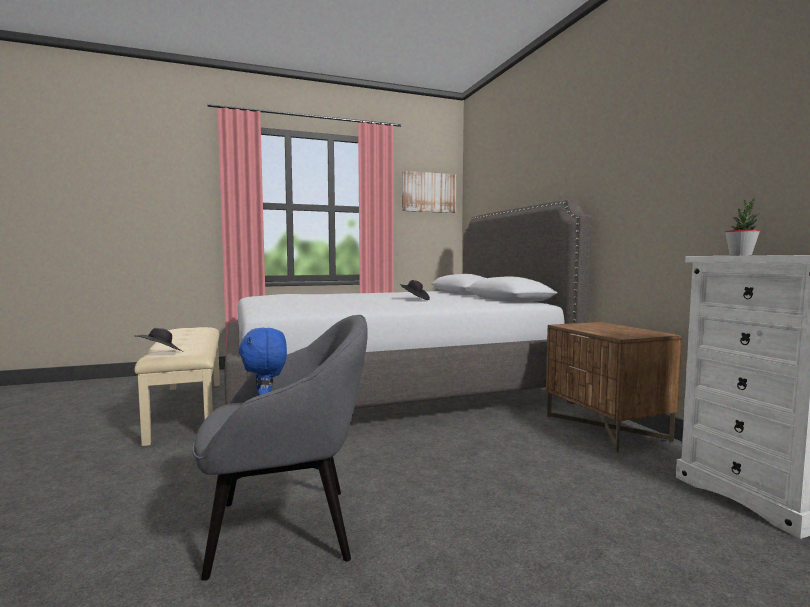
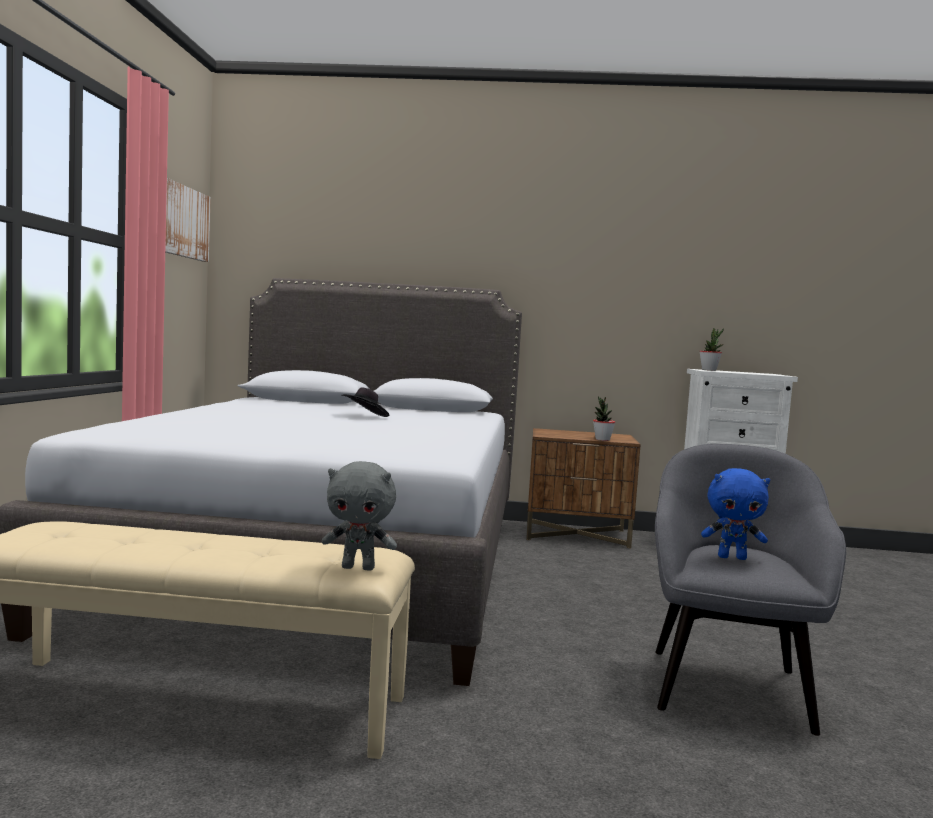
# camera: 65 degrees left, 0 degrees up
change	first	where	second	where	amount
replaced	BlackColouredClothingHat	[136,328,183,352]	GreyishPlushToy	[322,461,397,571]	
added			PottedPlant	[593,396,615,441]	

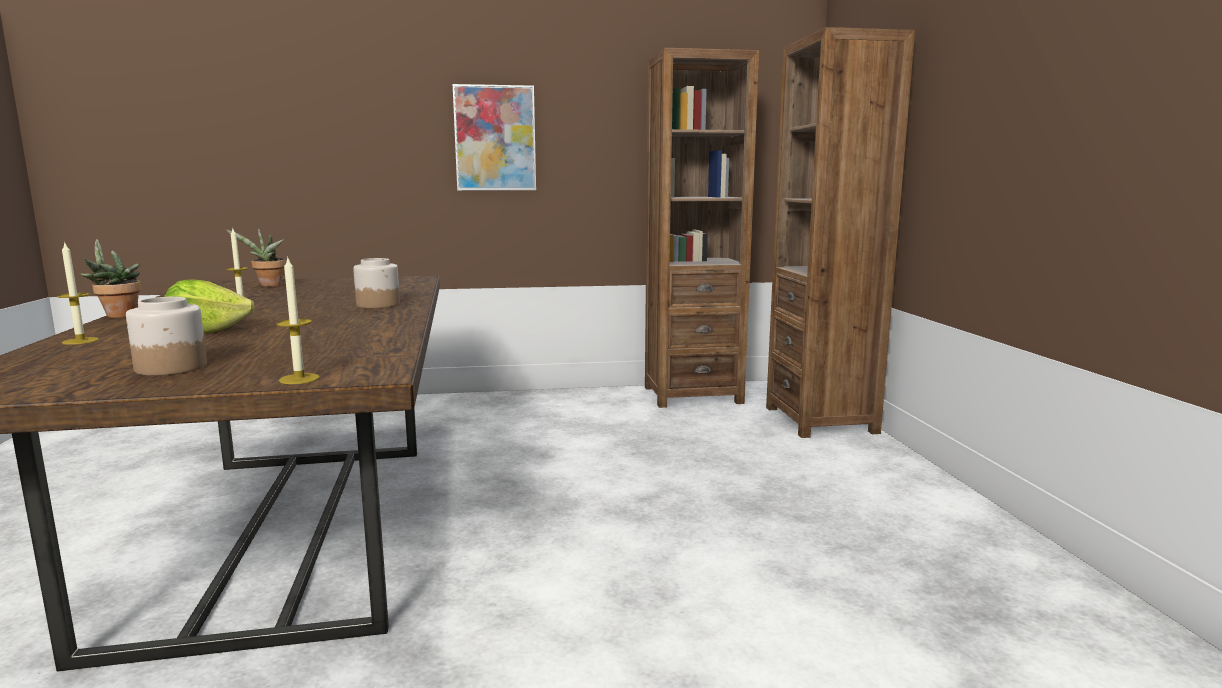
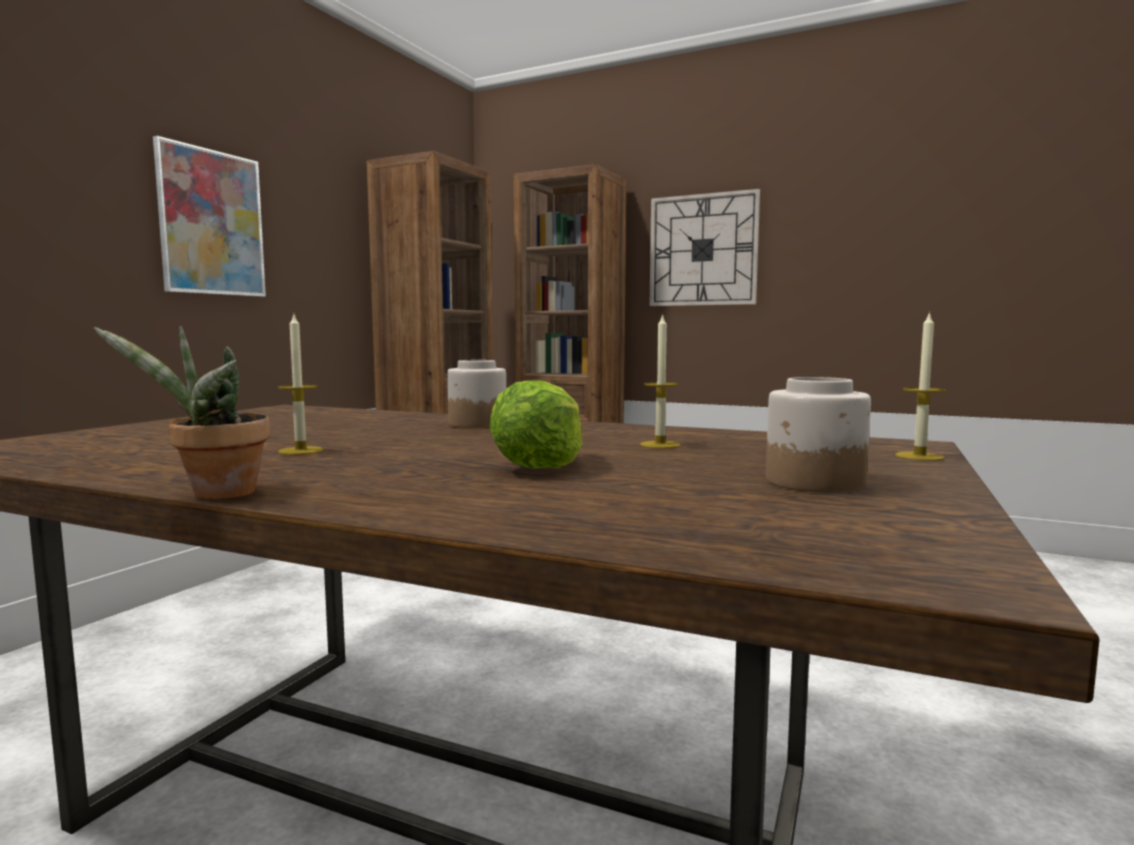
# camera: 55 degrees left, 5 degrees down
change	first	where	second	where	amount
removed	PottedPlant	[225,228,286,287]			
moved	WaxLight	[57,241,99,345]		[640,313,680,449]	
added			HangingClock	[649,189,760,306]	

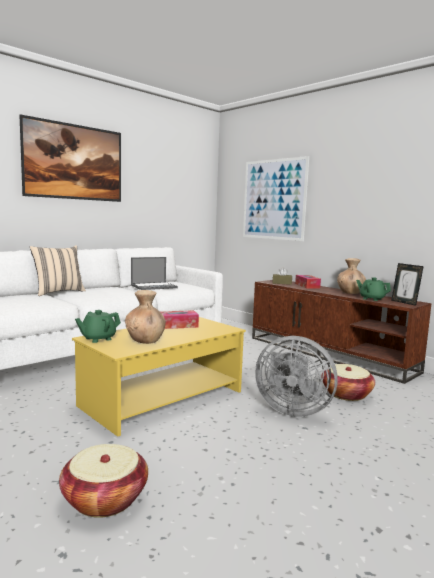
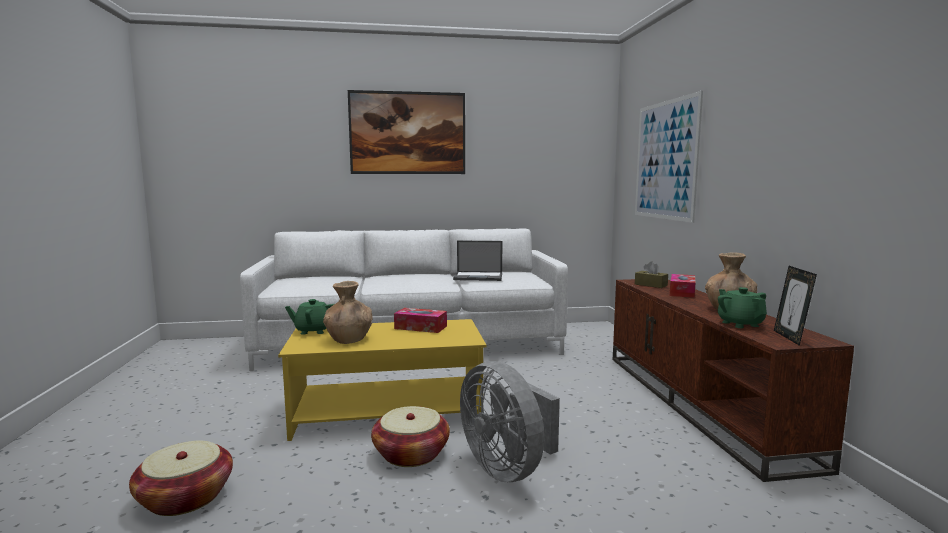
# camera: 35 degrees right, 0 degrees up
change	first	where	second	where	amount
removed	SandColouredPillow	[30,245,86,296]			
moved	StorageBasket	[321,364,375,401]		[371,406,450,467]	

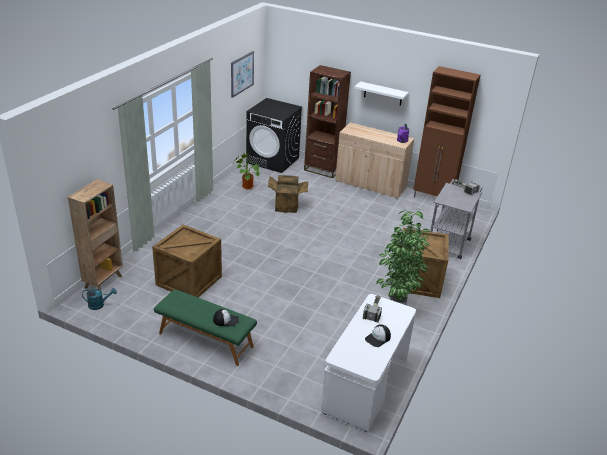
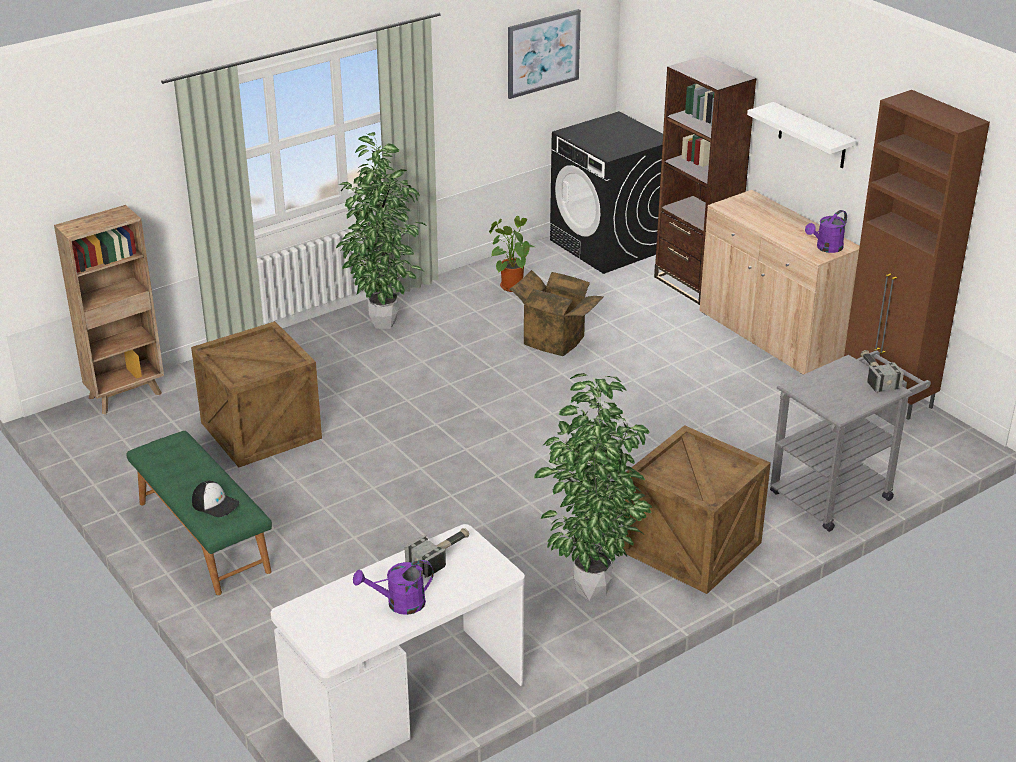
# camera: 30 degrees right, 0 degrees up
change	first	where	second	where	amount
removed	TurquoiseSprinklingCan	[82,288,117,310]			
replaced	BaseballCap	[365,324,391,347]	PurpleColouredSprinklingCan	[353,560,434,615]	
added			PottedPlant	[336,132,428,329]	

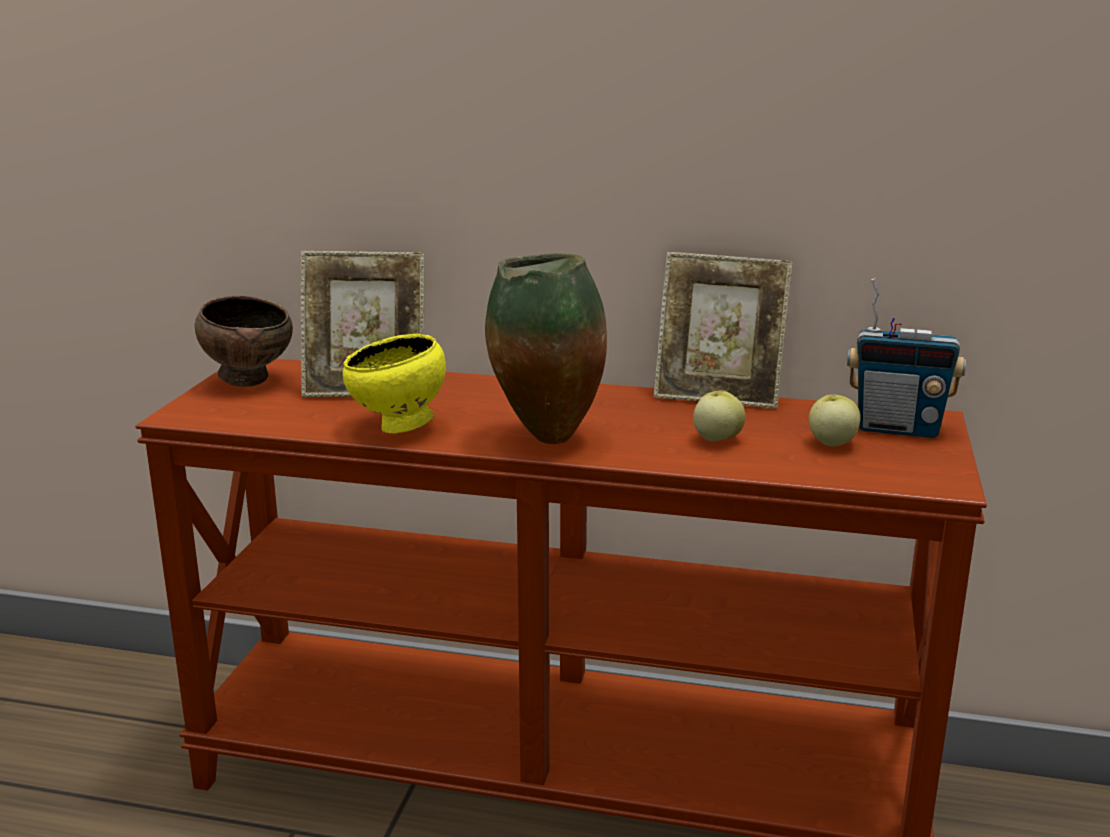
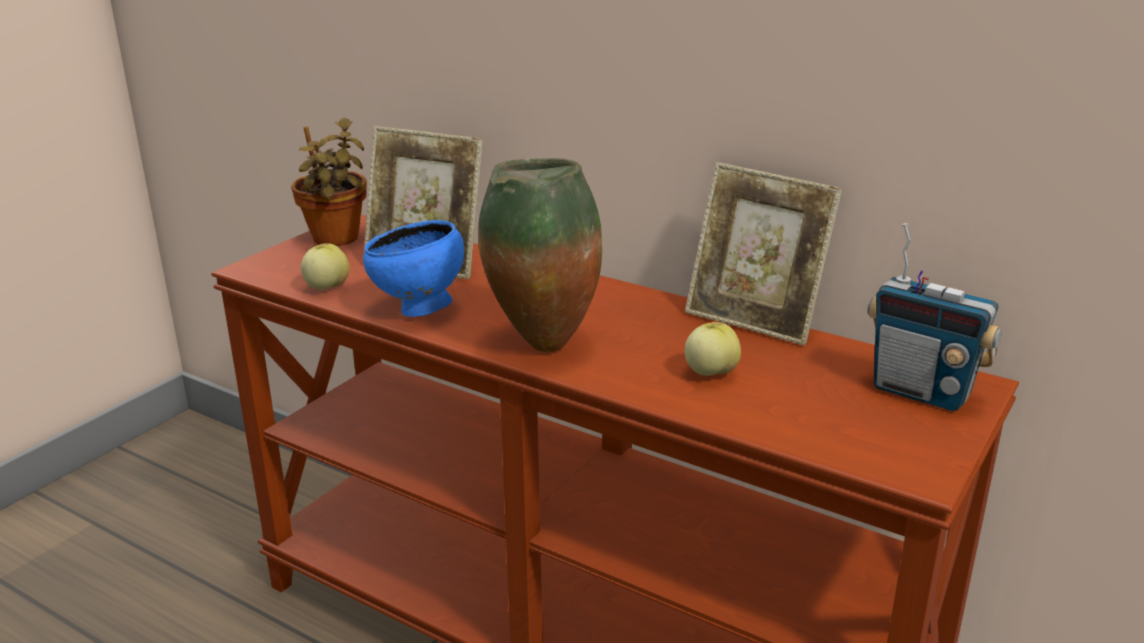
# camera: 20 degrees right, 5 degrees up
change	first	where	second	where	amount
replaced	BrownColouredBowl	[195,296,293,387]	PottedPlant	[291,118,367,246]	
recoloured	YellowishBowl	[343,334,446,434]	BlueBowl	[363,220,464,317]	
moved	WholeApple	[809,394,861,447]		[301,243,350,290]	

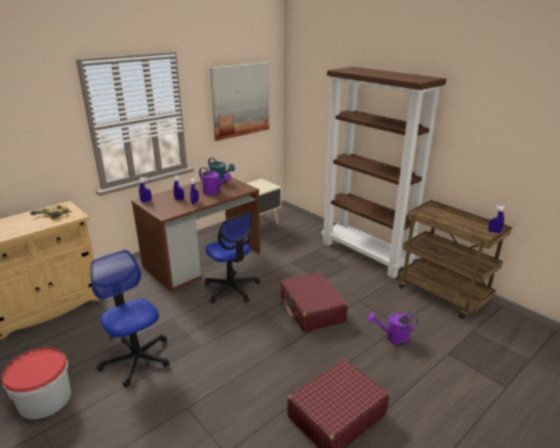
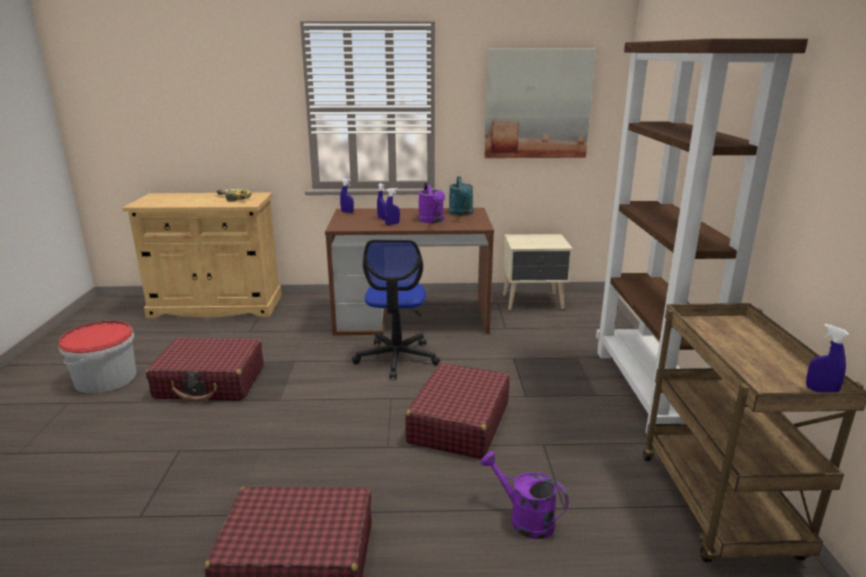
# camera: 40 degrees right, 5 degrees down
change	first	where	second	where	amount
replaced	OfficeChair	[91,250,169,387]	RedColouredSuitcase	[146,338,263,403]	

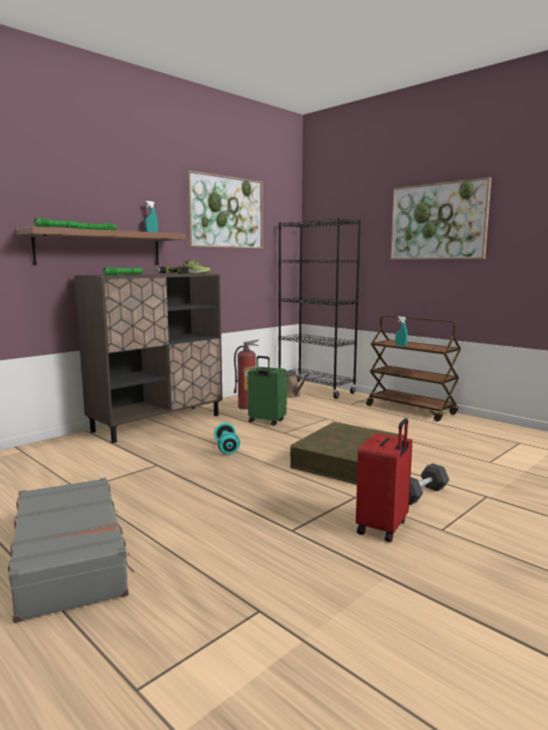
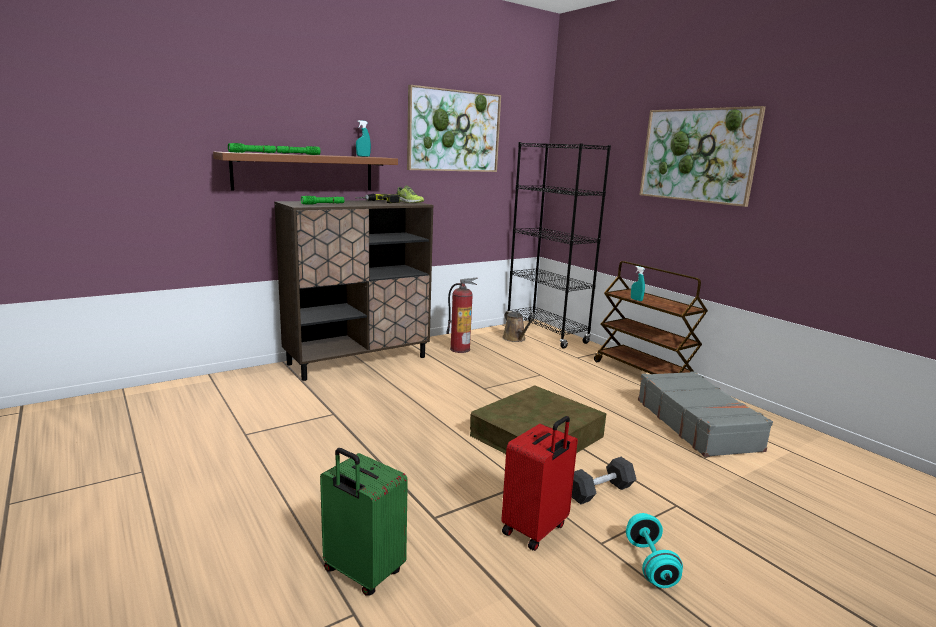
# camera: 10 degrees right, 5 degrees up
change	first	where	second	where	amount
moved	GreenSuitcase	[248,356,287,426]		[320,448,408,596]	
moved	TurquoiseFreeWeight	[214,423,240,454]		[626,513,683,588]	
moved	GreyishSuitcase	[8,478,135,623]		[638,371,773,457]	

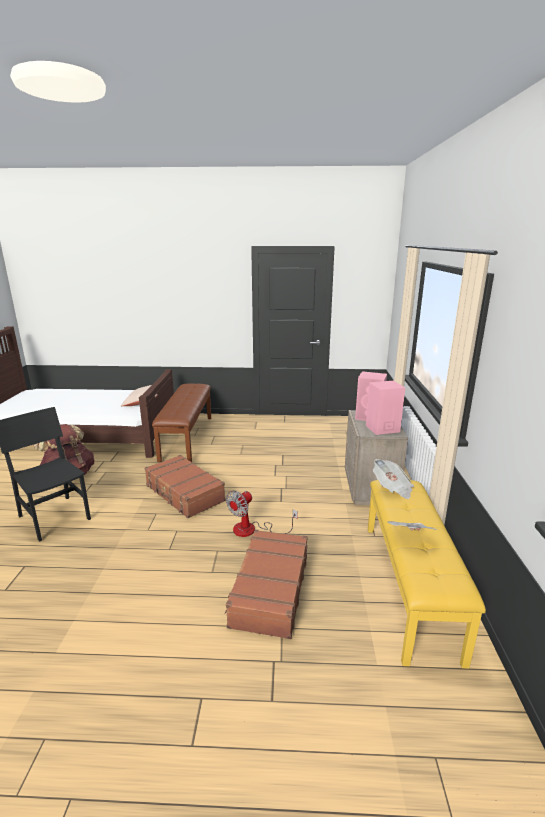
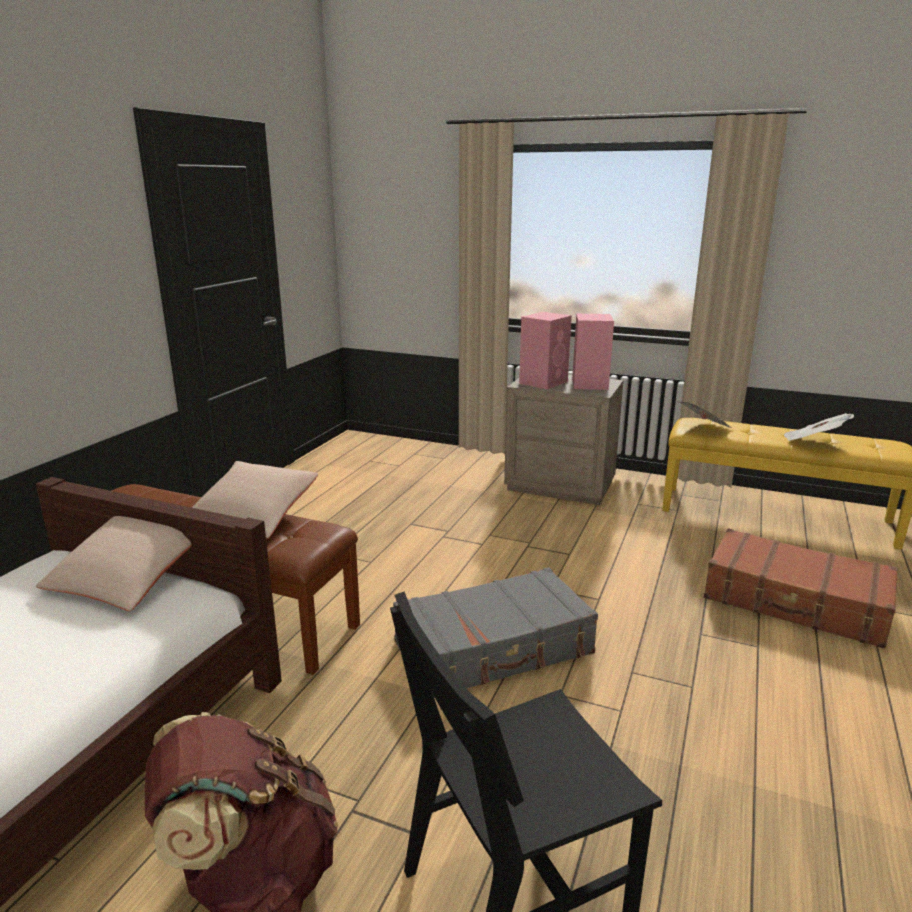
# camera: 70 degrees left, 0 degrees up
change	first	where	second	where	amount
recoloured	BrownColouredSuitcase	[145,455,225,518]	GreyishSuitcase	[393,567,598,698]	
removed	Fan	[226,490,298,537]			
added			SandColouredPillow	[192,461,318,539]	

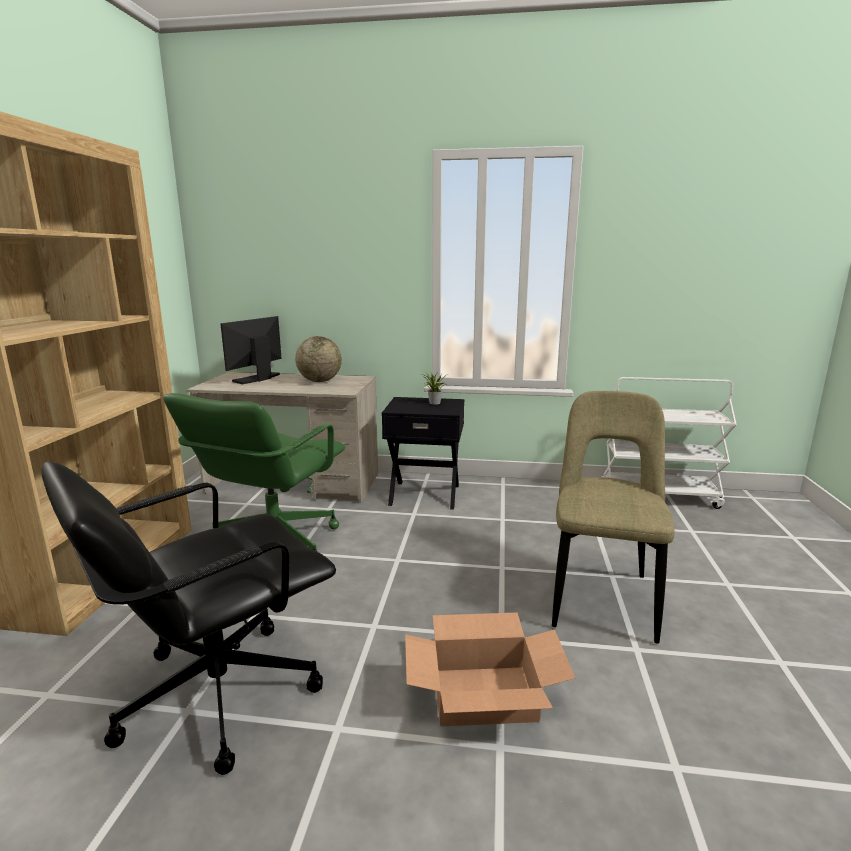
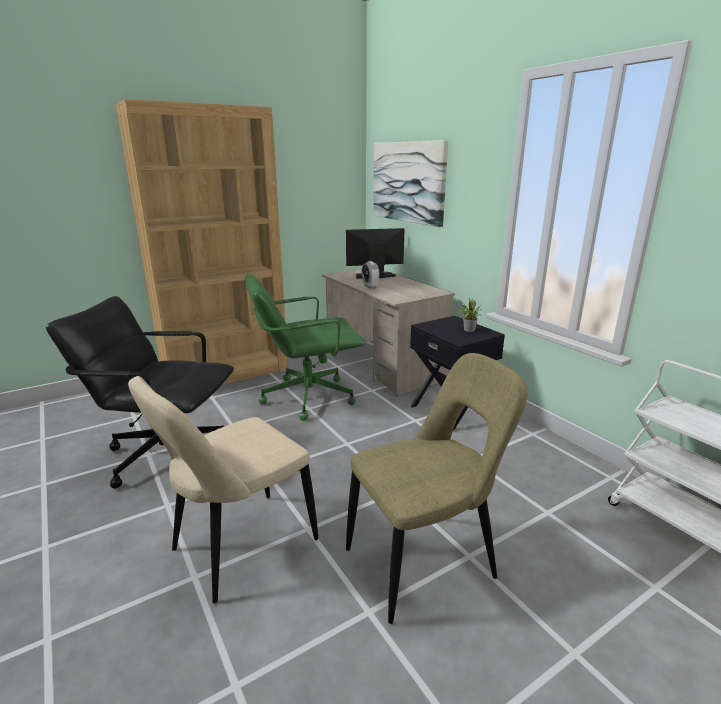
# camera: 50 degrees right, 5 degrees up
change	first	where	second	where	amount
removed	DeskGlobe	[295,336,342,382]			
replaced	CardboardBox	[405,612,575,726]	SandColouredUprightChair	[128,376,319,604]	
added			WallArt	[373,140,448,227]	
added			AlarmClock	[362,261,380,289]	

